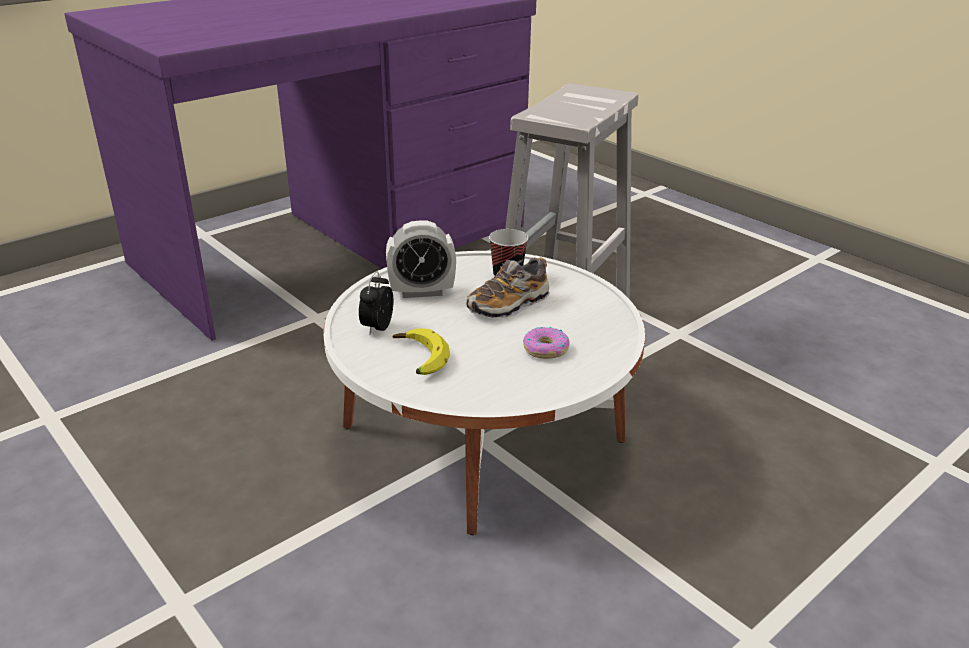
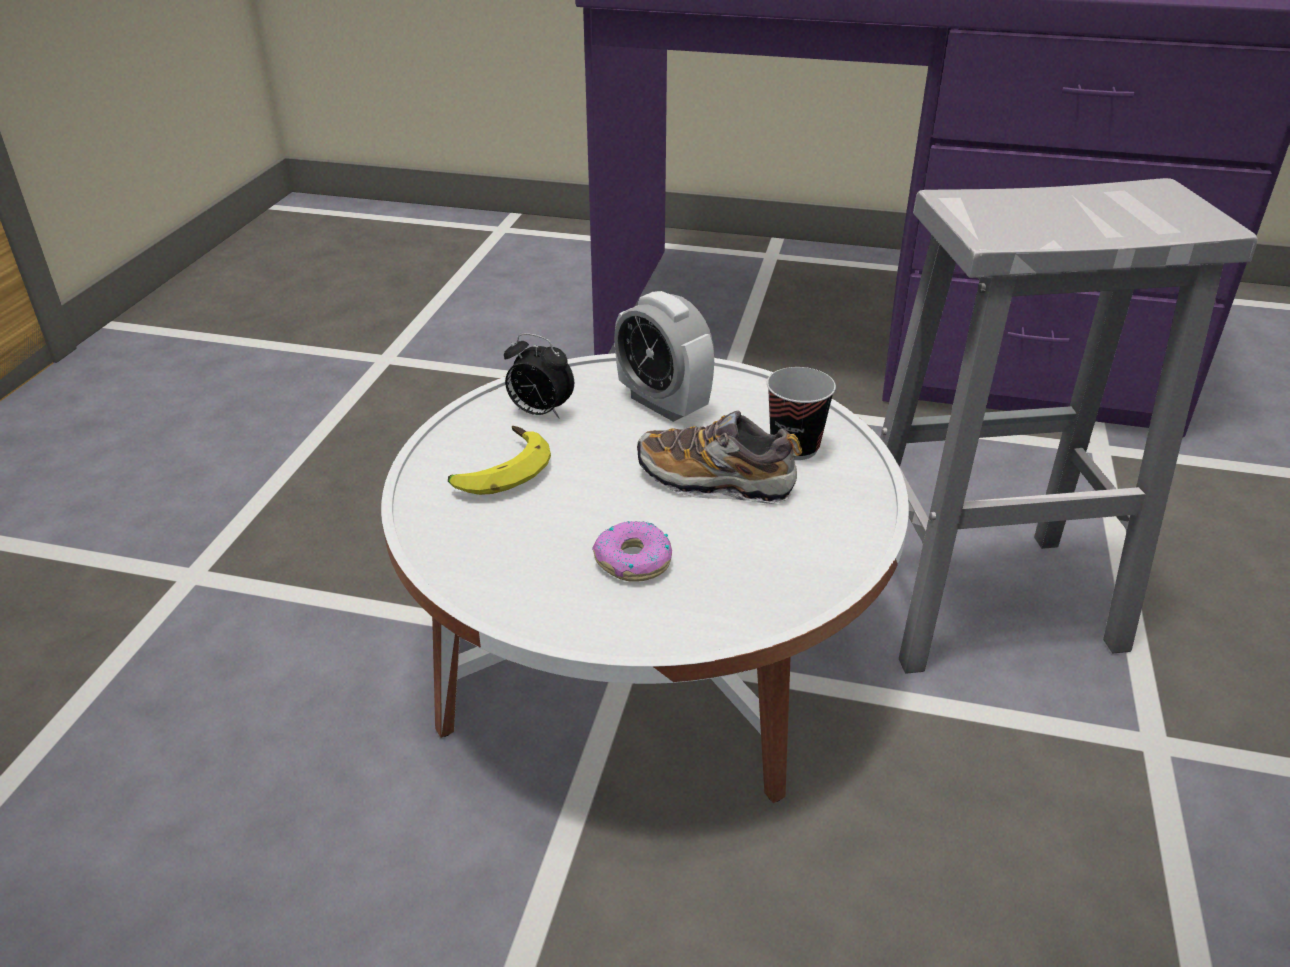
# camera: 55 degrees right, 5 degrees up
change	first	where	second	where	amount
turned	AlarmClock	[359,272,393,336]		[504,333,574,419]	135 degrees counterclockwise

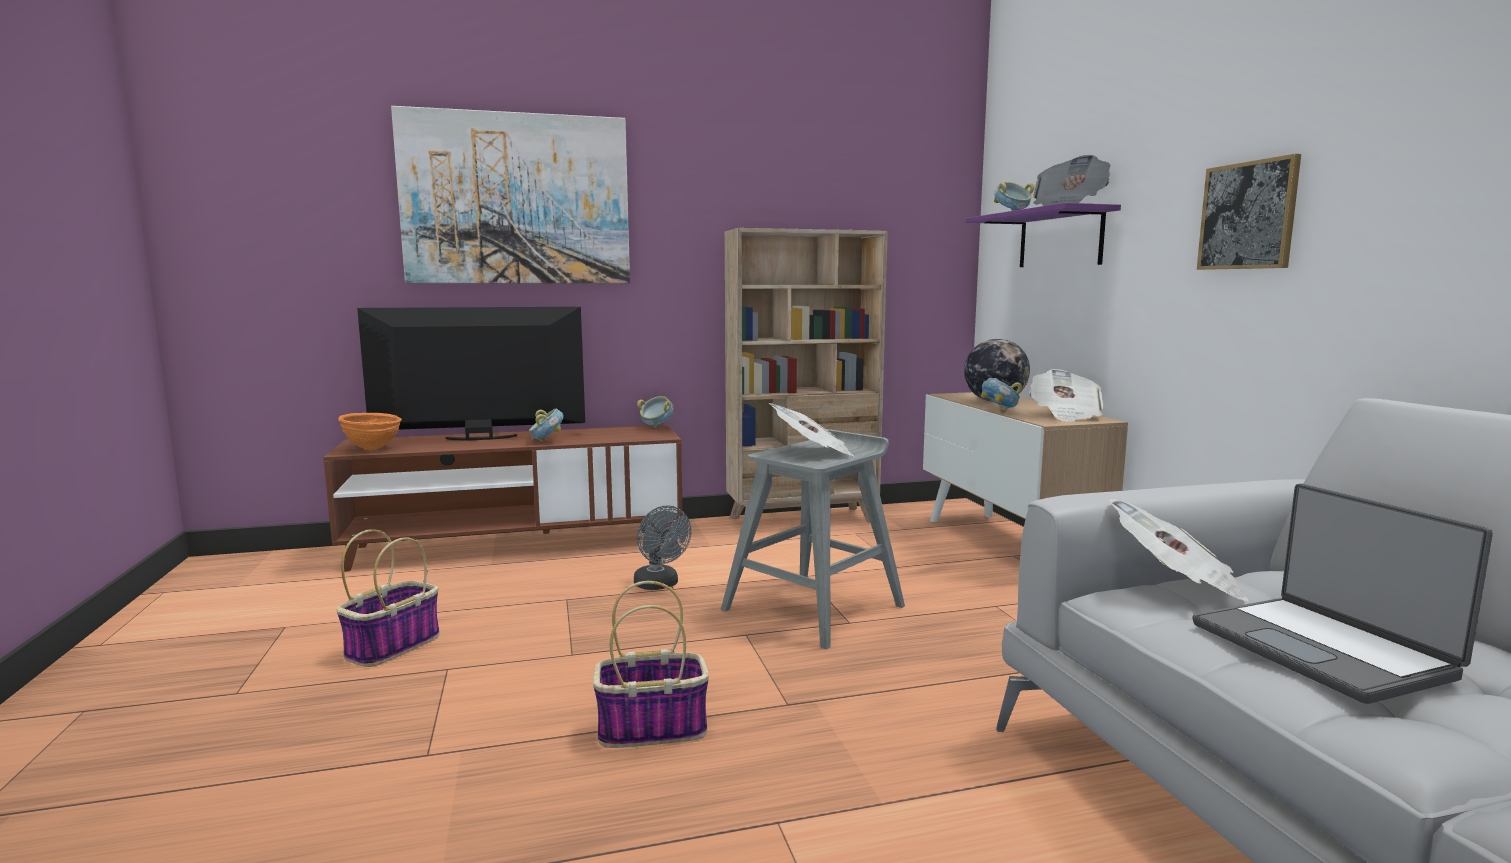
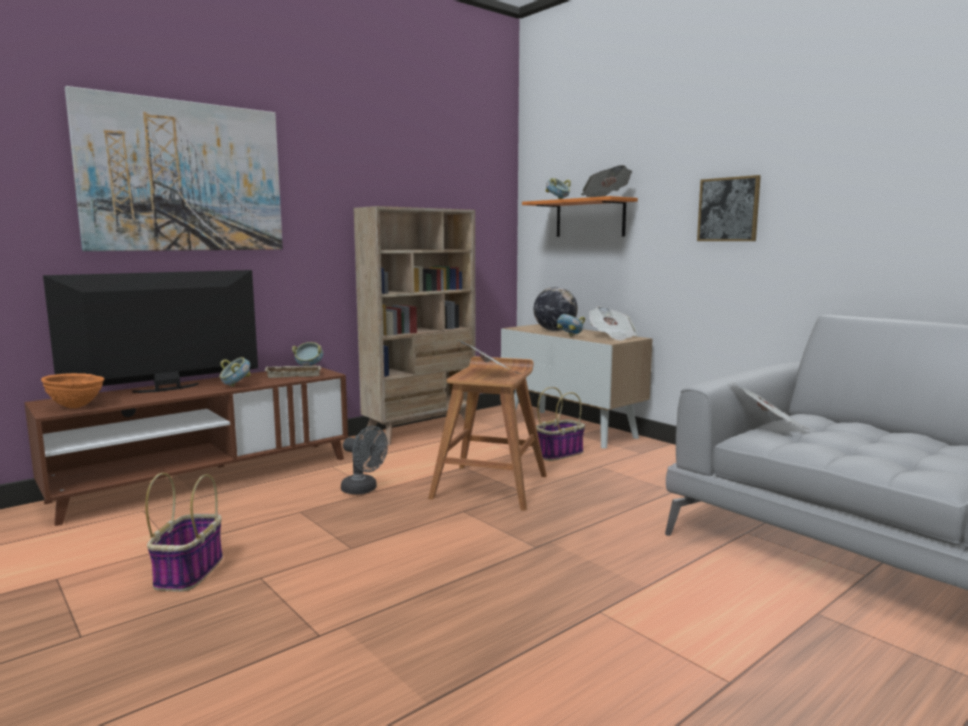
# camera: 25 degrees left, 0 degrees up
change	first	where	second	where	amount
recoloured	PurpleColouredWallShelf	[966,203,1121,267]	OrangeyWallShelf	[522,196,638,237]	
recoloured	GreyishSittingStool	[721,429,905,650]	BrownColouredSittingStool	[428,356,547,511]	
removed	Laptop	[1193,483,1493,704]			
moved	StorageBasket	[593,581,709,748]		[536,387,585,461]	
added			SandColouredServingTray	[264,366,321,378]	

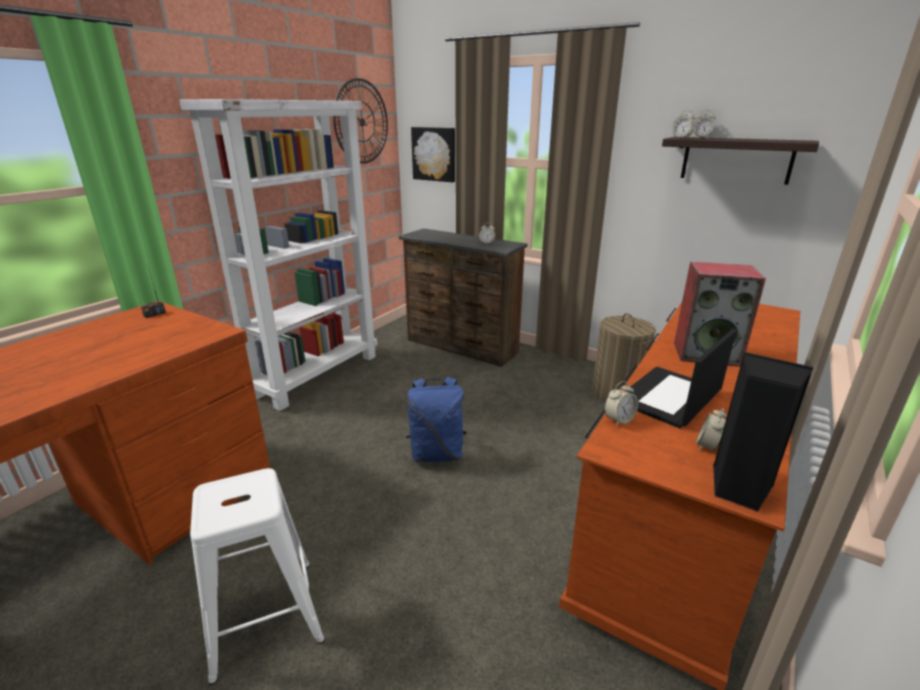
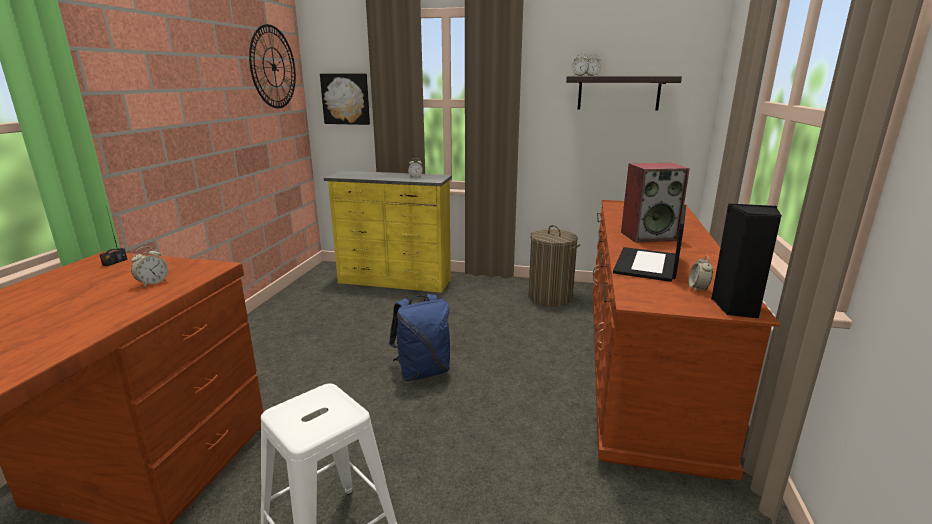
# camera: 20 degrees left, 5 degrees down
change	first	where	second	where	amount
removed	WhiteColouredBookcase	[179,99,377,411]			
recoloured	BrownColouredDresser	[399,228,527,367]	YellowishDresser	[324,171,452,293]	
moved	AlarmClock	[604,381,638,427]		[131,246,168,288]	

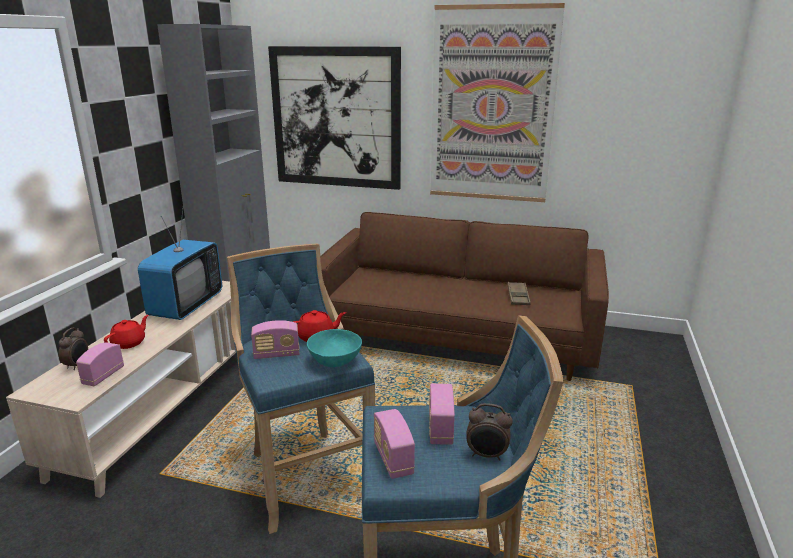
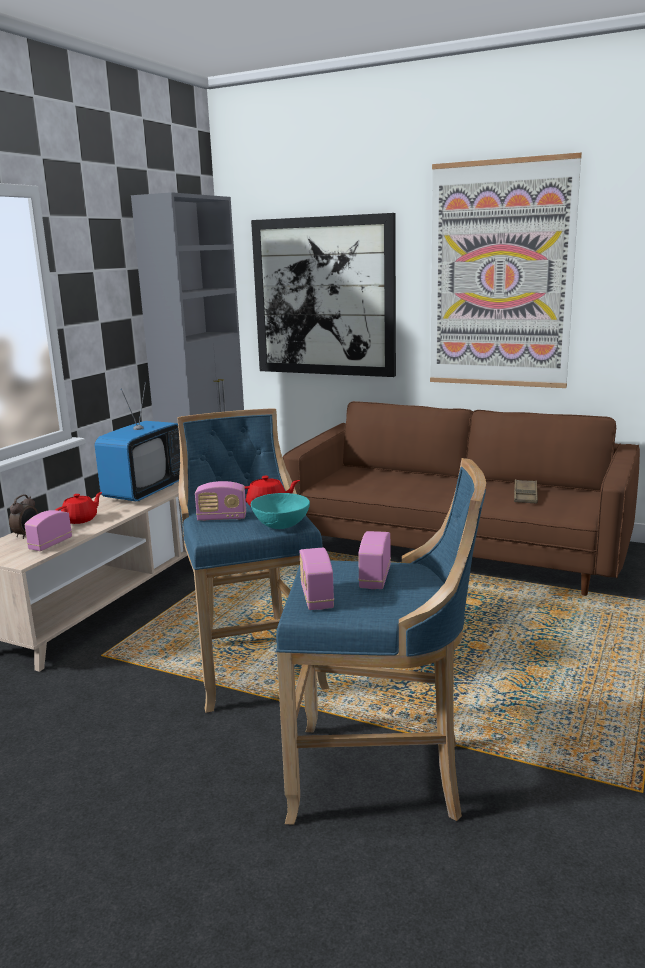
# camera: 10 degrees right, 5 degrees down
change	first	where	second	where	amount
removed	AlarmClock	[466,403,513,461]			

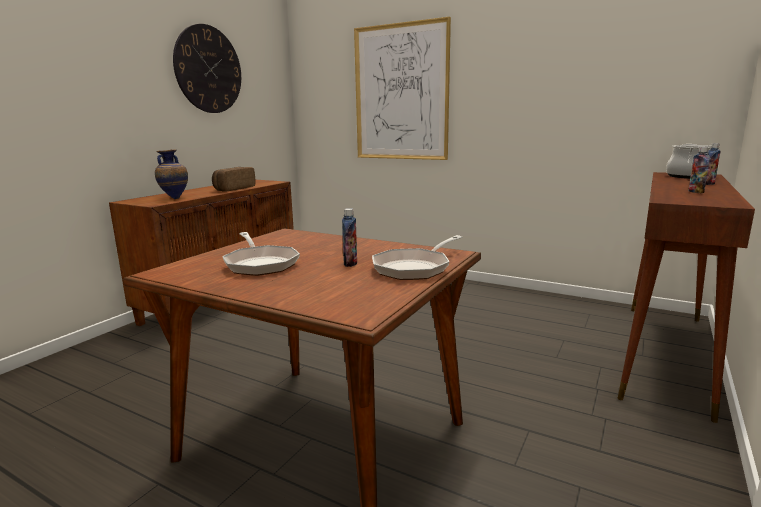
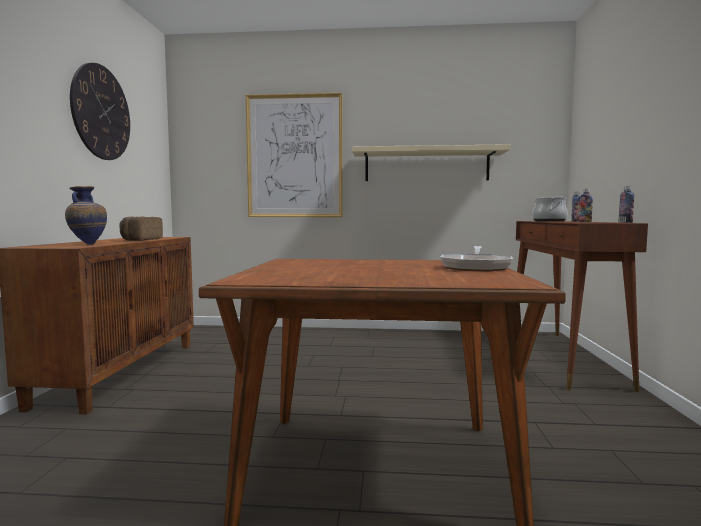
# camera: 25 degrees left, 10 degrees down
change	first	where	second	where	amount
moved	BeverageBottle	[342,208,357,267]		[619,186,634,223]	
removed	Skillet	[222,232,300,276]			
added			SandColouredWallShelf	[352,144,511,181]	

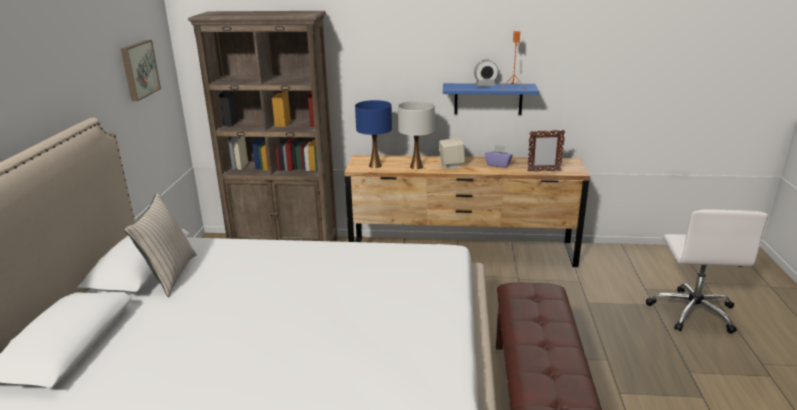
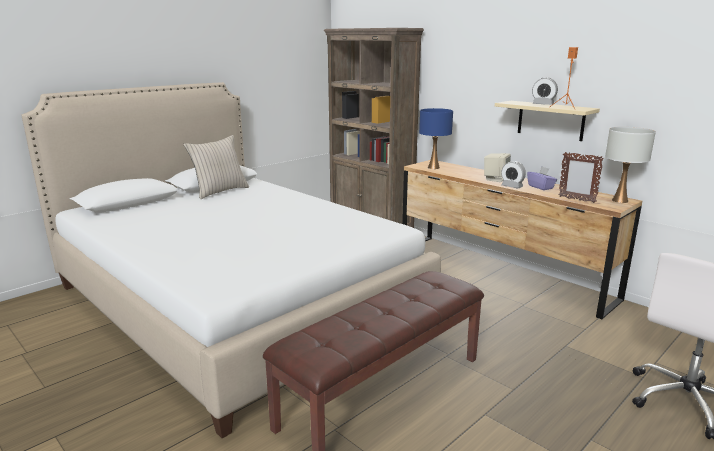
# camera: 40 degrees right, 5 degrees down
change	first	where	second	where	amount
removed	WallArt	[121,40,161,101]			
recoloured	BlueWallShelf	[443,83,539,115]	SandColouredWallShelf	[495,101,600,141]	
moved	WhiteColouredTableLamp	[398,101,435,169]		[605,127,656,203]	
added			AlarmClock	[501,161,526,189]	

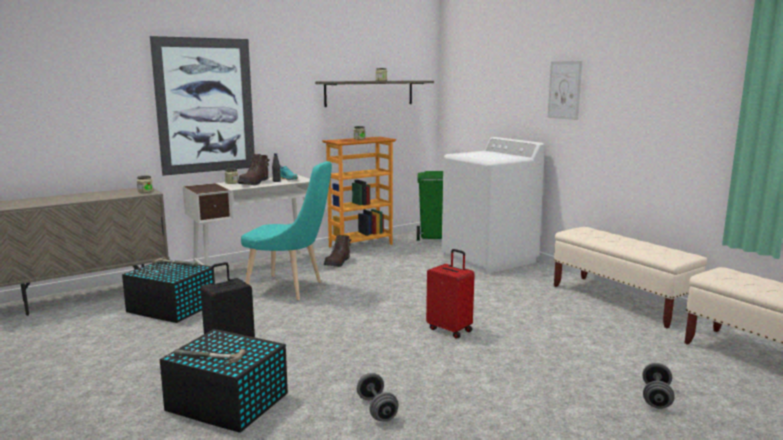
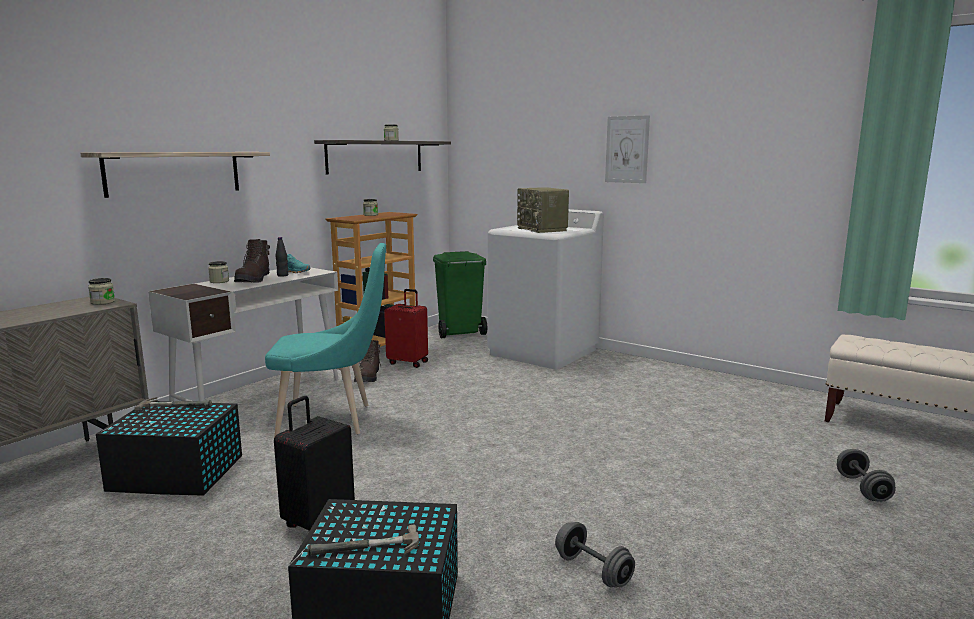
# camera: 20 degrees left, 0 degrees up
change	first	where	second	where	amount
replaced	WallArt	[150,36,255,176]	WallShelf	[80,152,270,198]	
removed	SandColouredLongSeat	[554,227,707,328]			
moved	RedColouredSuitcase	[426,249,475,339]		[384,289,428,368]	
added			RadioSet	[517,187,569,233]	

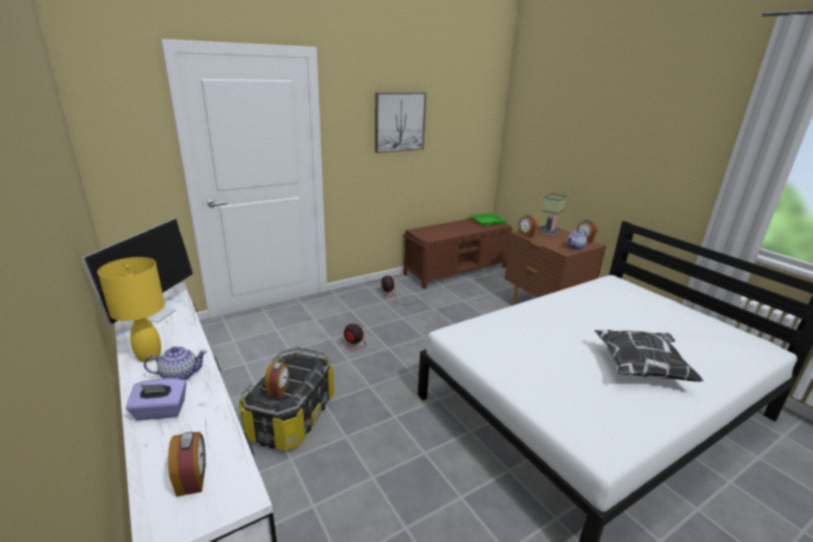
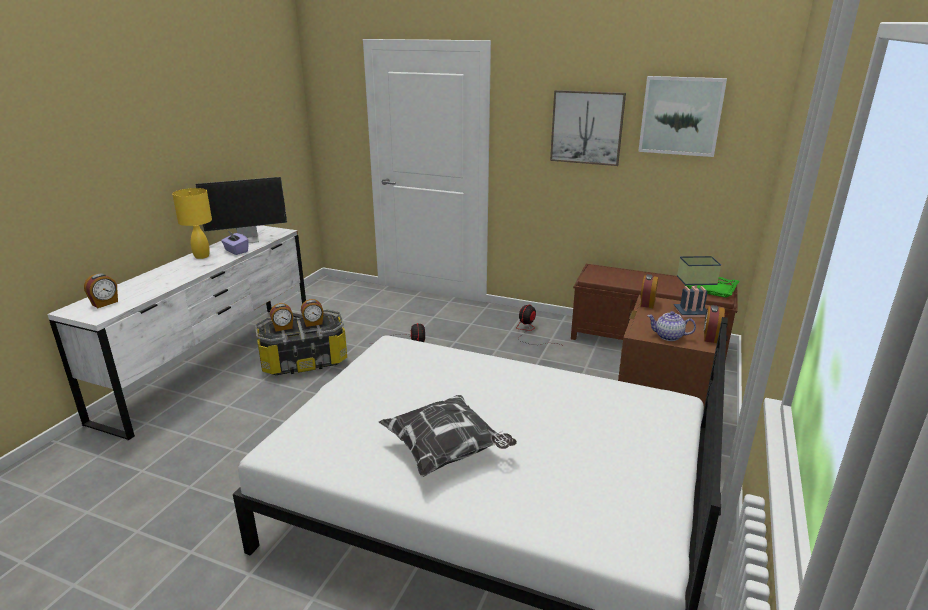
# camera: 55 degrees right, 0 degrees up
change	first	where	second	where	amount
removed	PotForTea	[144,346,207,380]			
moved	PurpleColouredTissueBox	[126,378,186,420]		[221,232,249,255]	
added			WallArt	[638,76,727,157]	
added			AlarmClock	[301,299,324,327]	

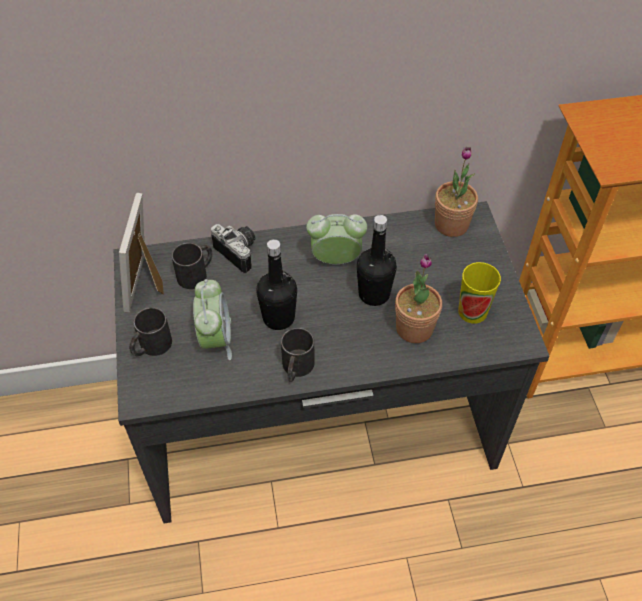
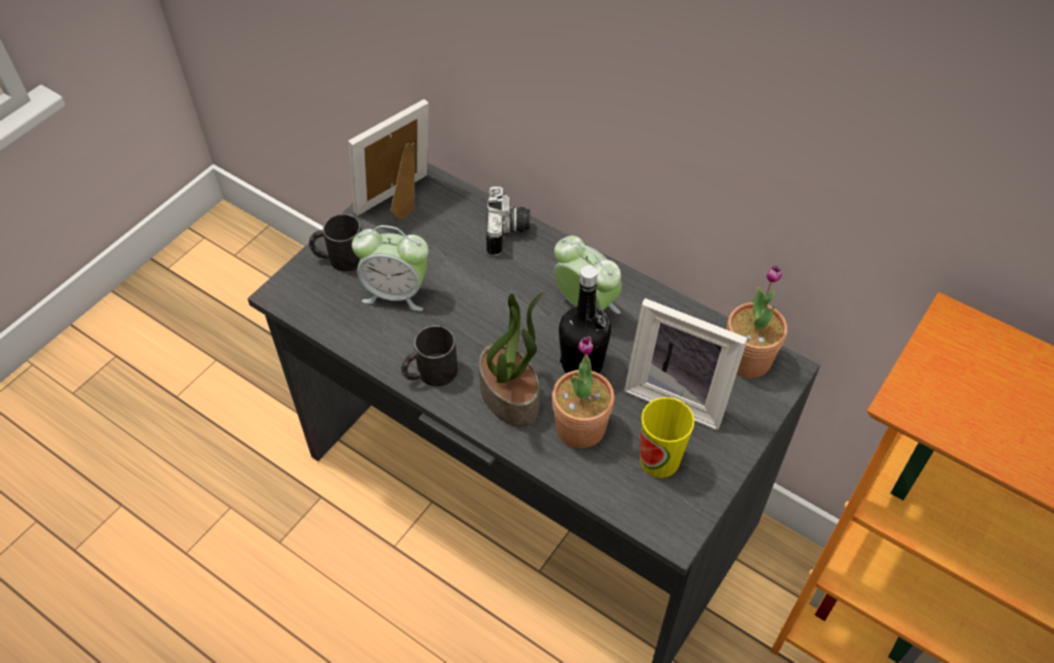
# camera: 45 degrees right, 0 degrees up
change	first	where	second	where	amount
removed	BlackColouredBeverageBottle	[256,239,297,330]			
removed	BlackColouredCoffeeMug	[172,243,213,289]			
turned	AlarmClock	[193,279,232,360]		[352,225,429,311]	60 degrees clockwise
added			PottedPlant	[479,292,544,427]	
added			PhotoFrame	[624,298,748,430]	

